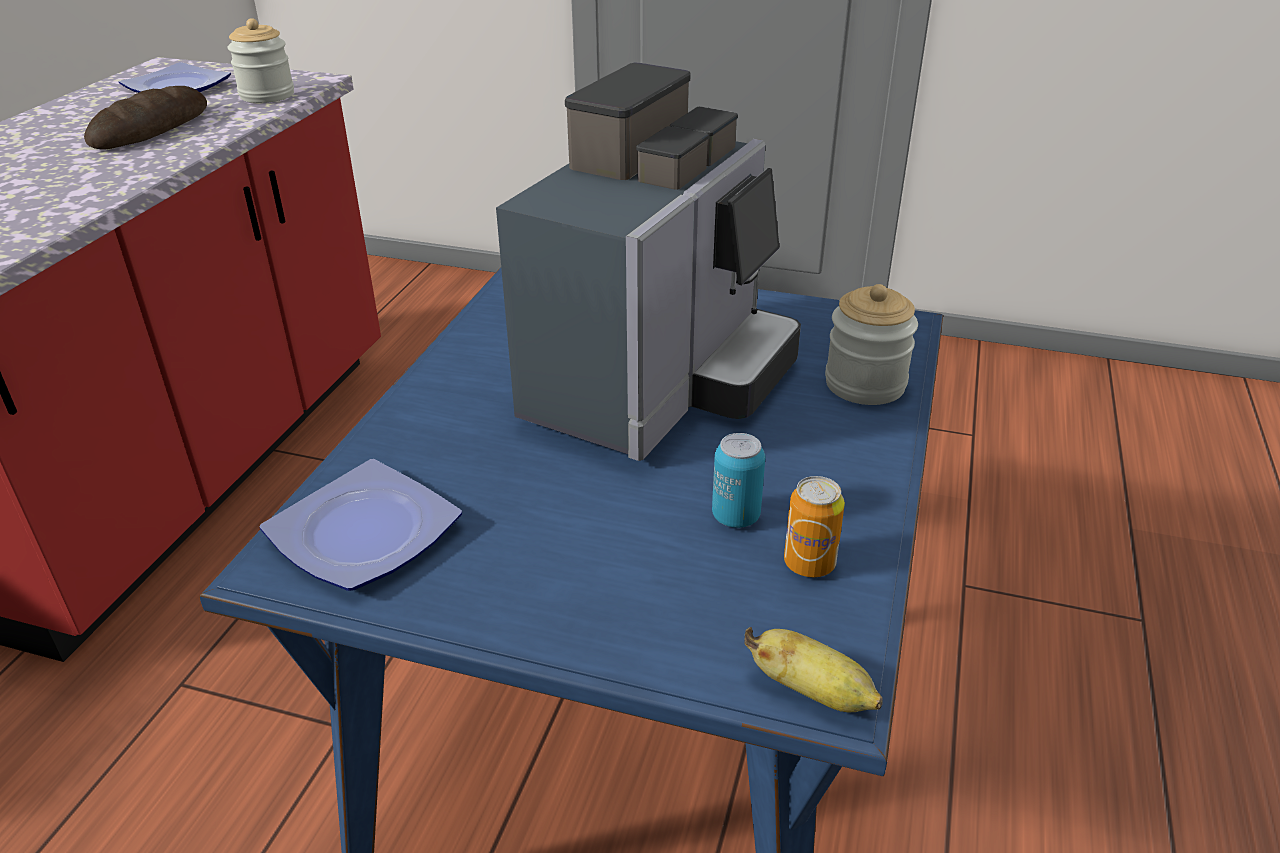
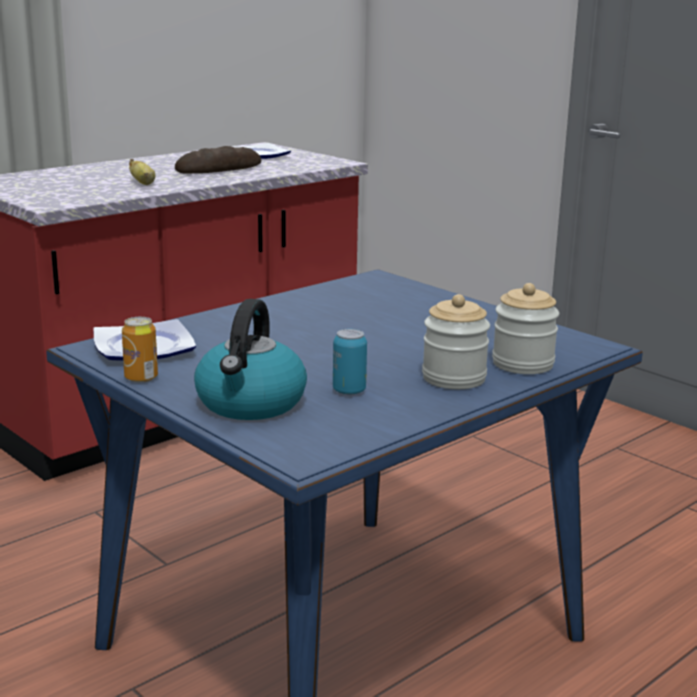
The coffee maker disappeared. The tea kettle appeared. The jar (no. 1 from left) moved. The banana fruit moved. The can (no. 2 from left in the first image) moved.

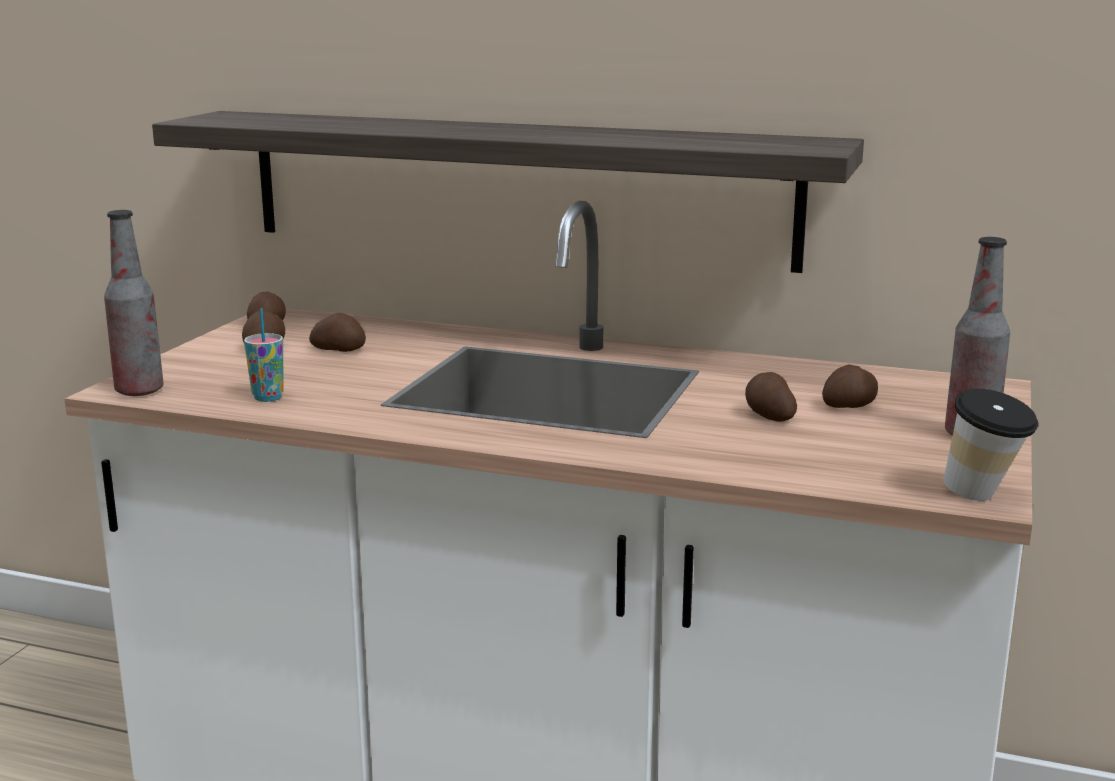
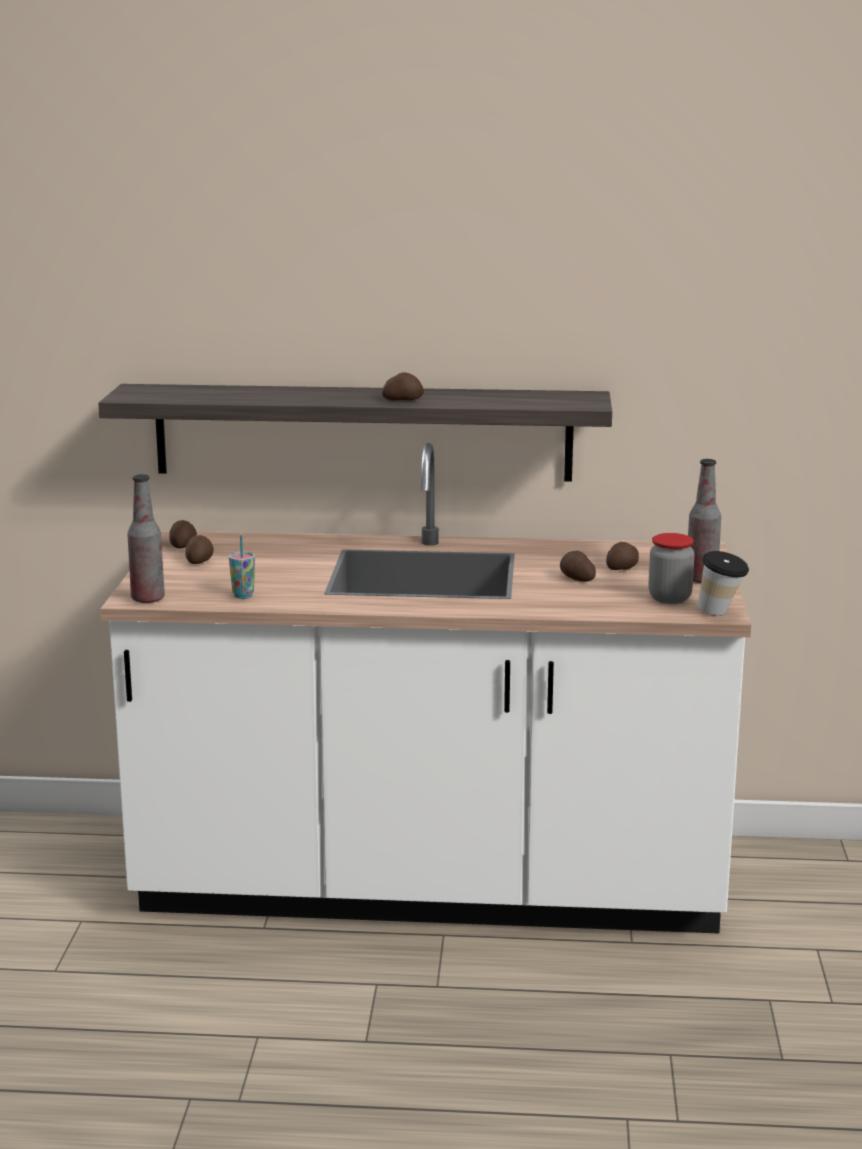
The jar appeared. The potato (no. 3 from left) moved.

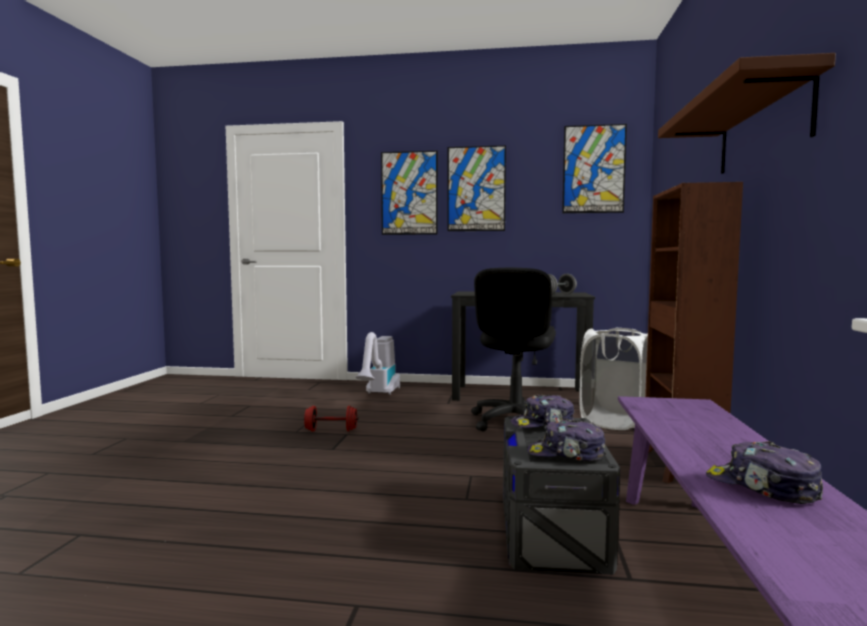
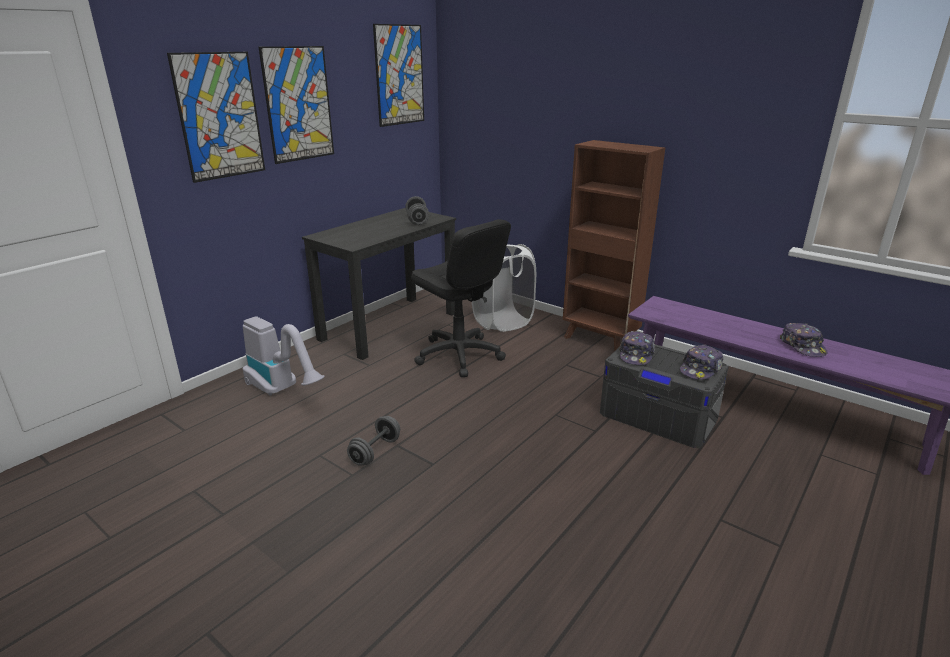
The brown-coloured bracket shelf disappeared. The red-coloured free weight became the gray free weight (no. 1 from left). The peaked cap (no. 3 from left) turned 90 degrees counterclockwise.

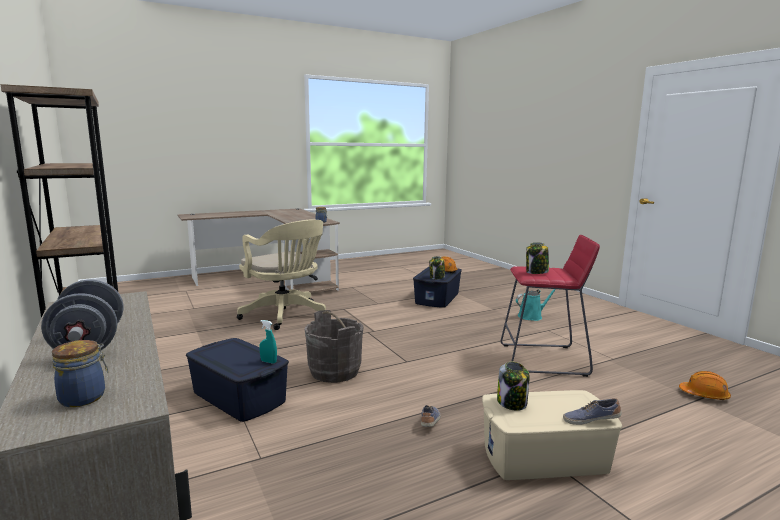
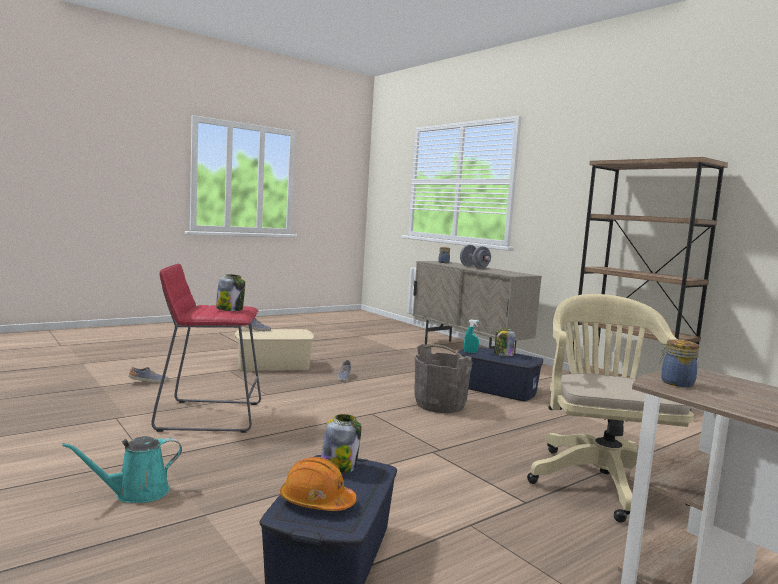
The orange-coloured work helmet (no. 2 from left) disappeared. The low shoe (no. 1 from left) appeared. The jar (no. 4 from left) moved. The sand-coloured computer chair turned 60 degrees clockwise.

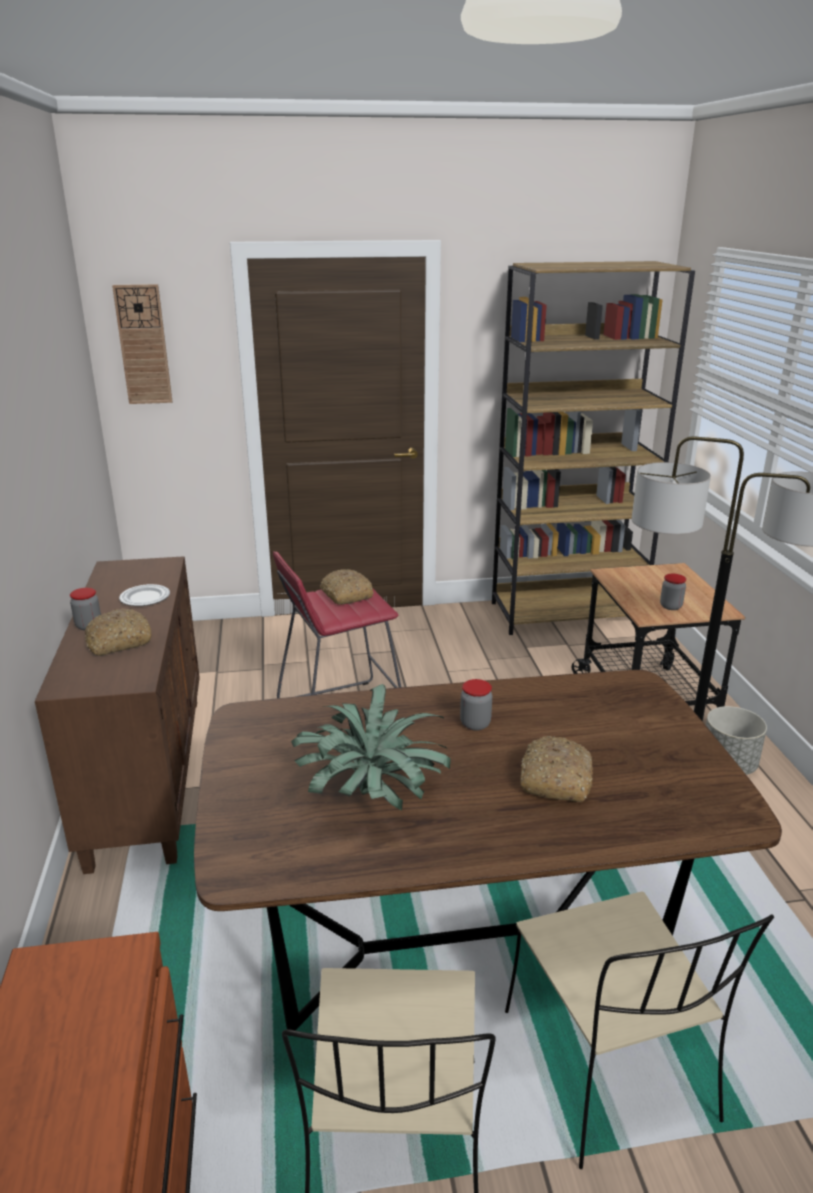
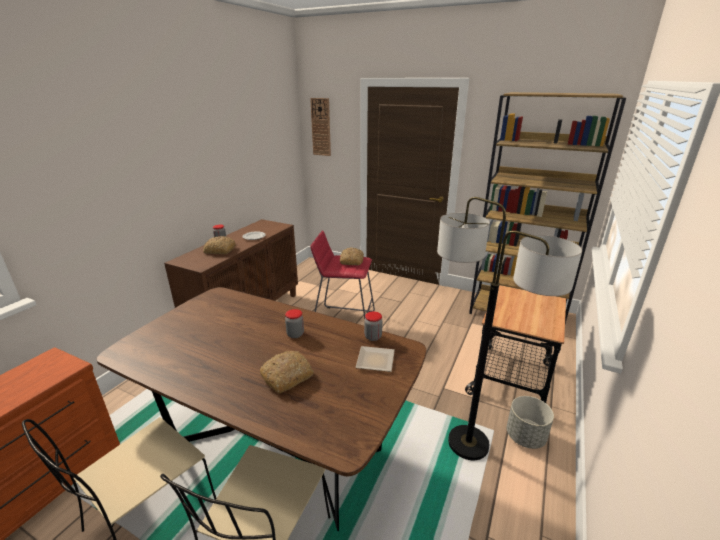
The plant in a pot disappeared. The flat dish (no. 2 from left) appeared. The jar (no. 3 from left) moved.

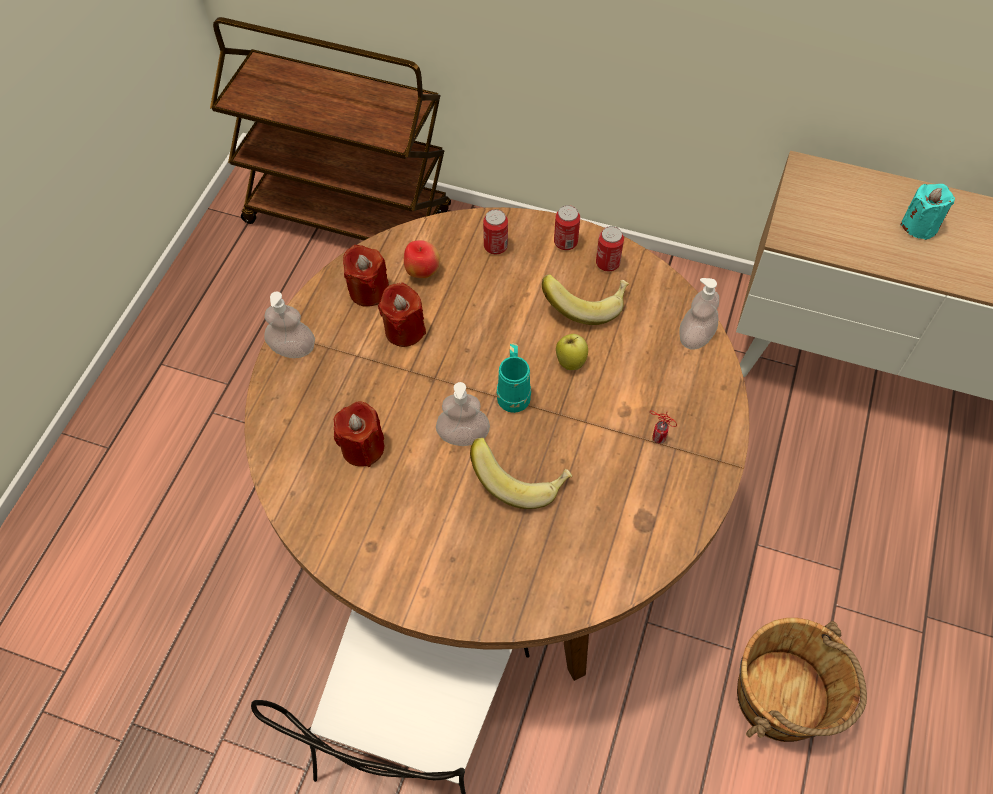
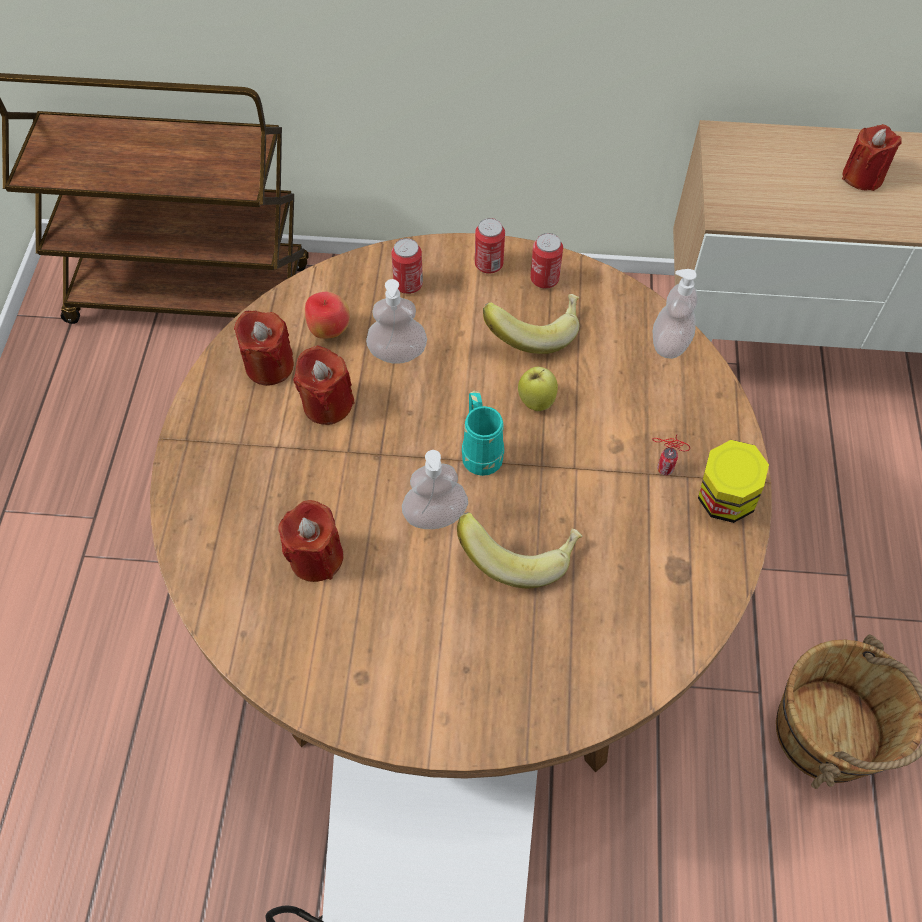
The jar appeared. The soap dispenser (no. 1 from left) moved. The turquoise wax candle became the red-coloured wax candle (no. 4 from left).

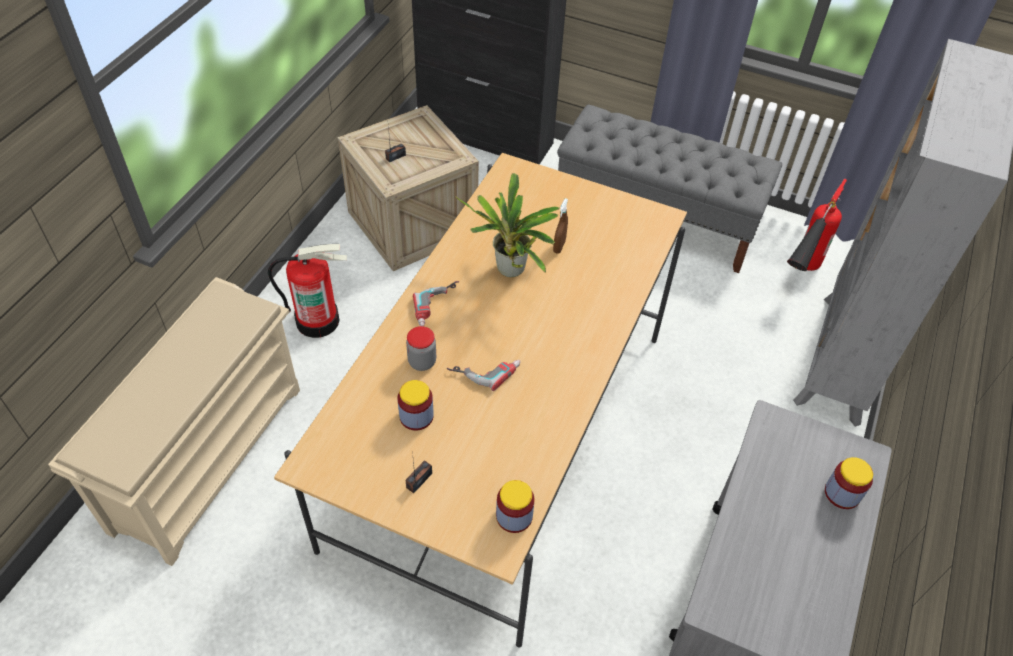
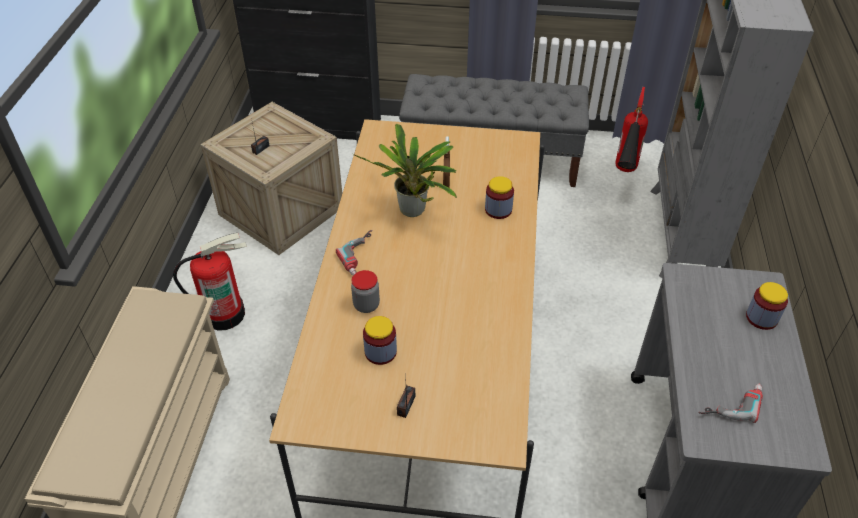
The drill (no. 2 from left) moved. The jar (no. 3 from left) moved.

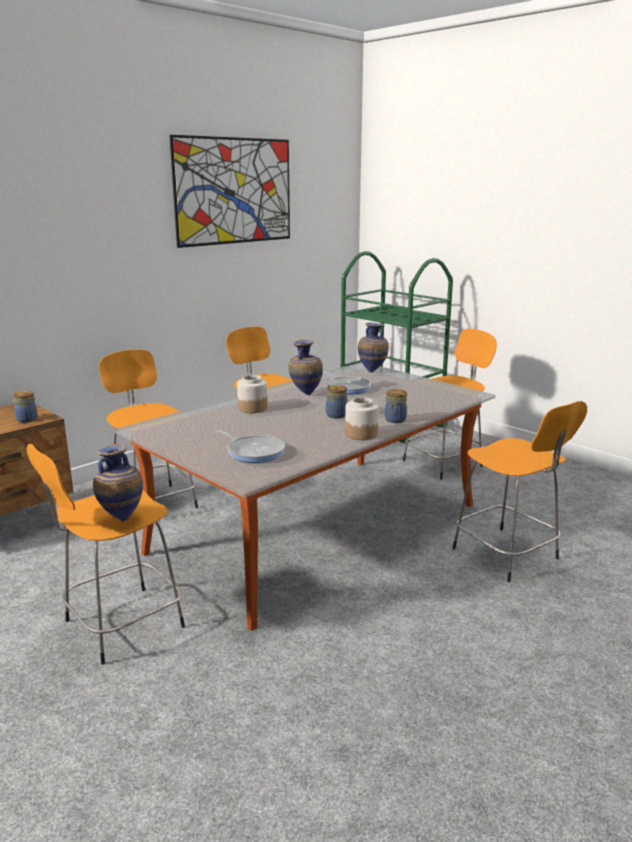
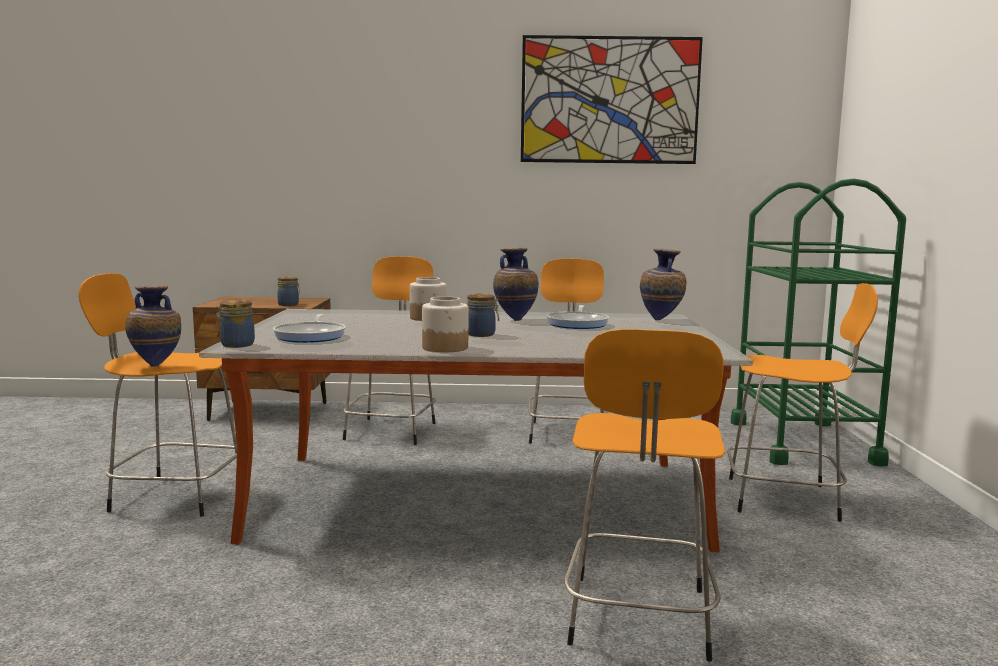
The jar (no. 5 from left in the first image) moved.

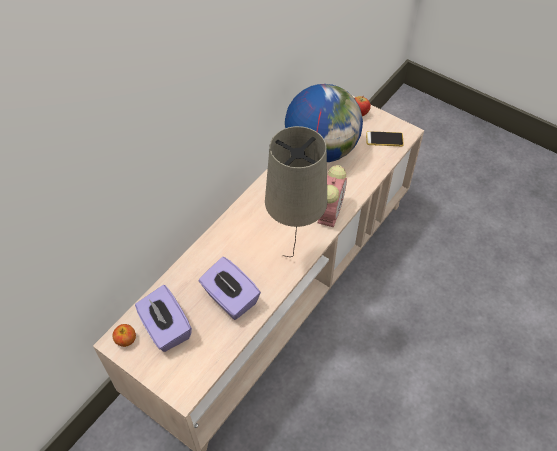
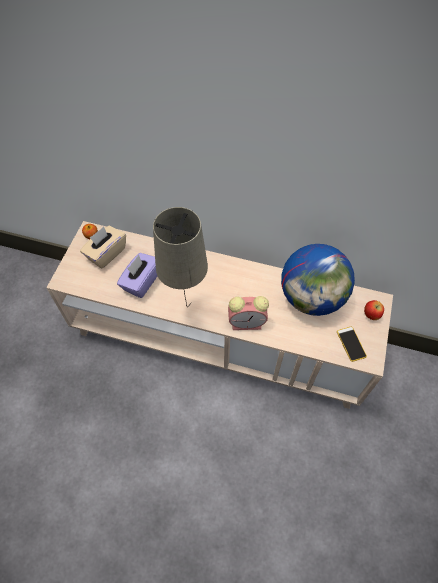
The purplish box of tissues (no. 1 from left) became the sand-coloured box of tissues.

